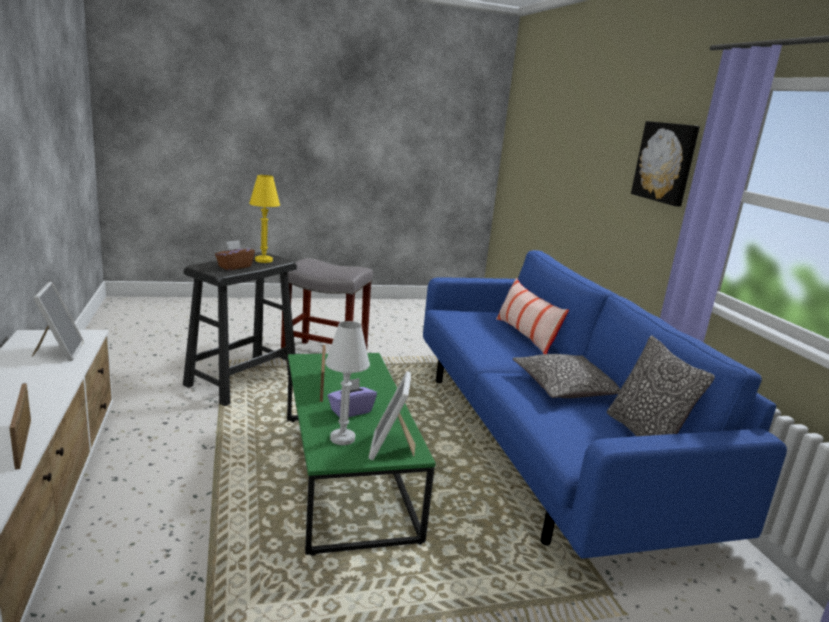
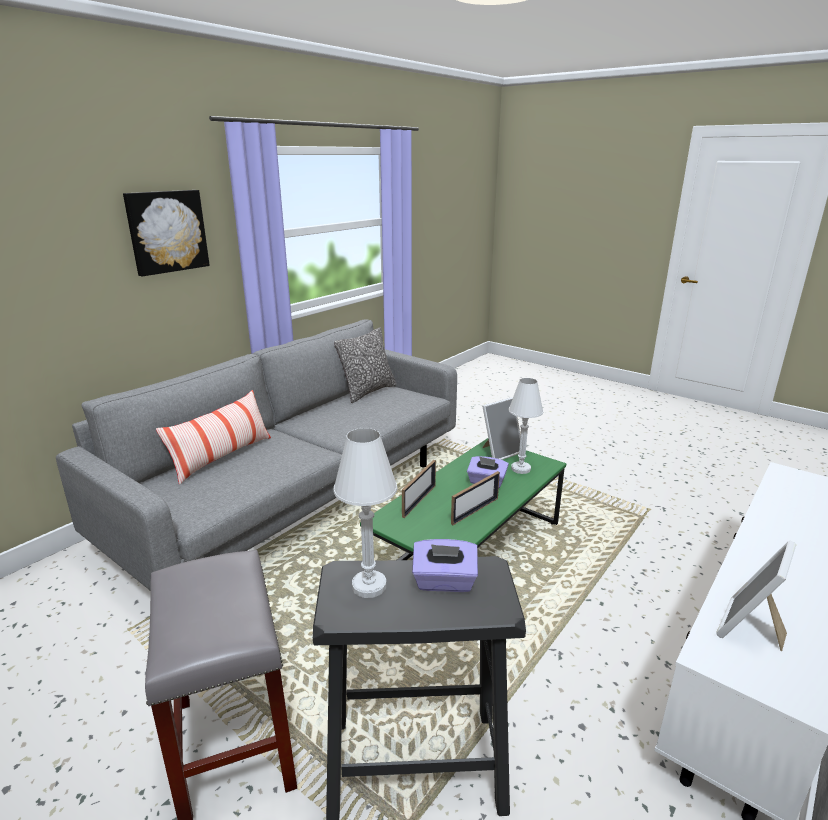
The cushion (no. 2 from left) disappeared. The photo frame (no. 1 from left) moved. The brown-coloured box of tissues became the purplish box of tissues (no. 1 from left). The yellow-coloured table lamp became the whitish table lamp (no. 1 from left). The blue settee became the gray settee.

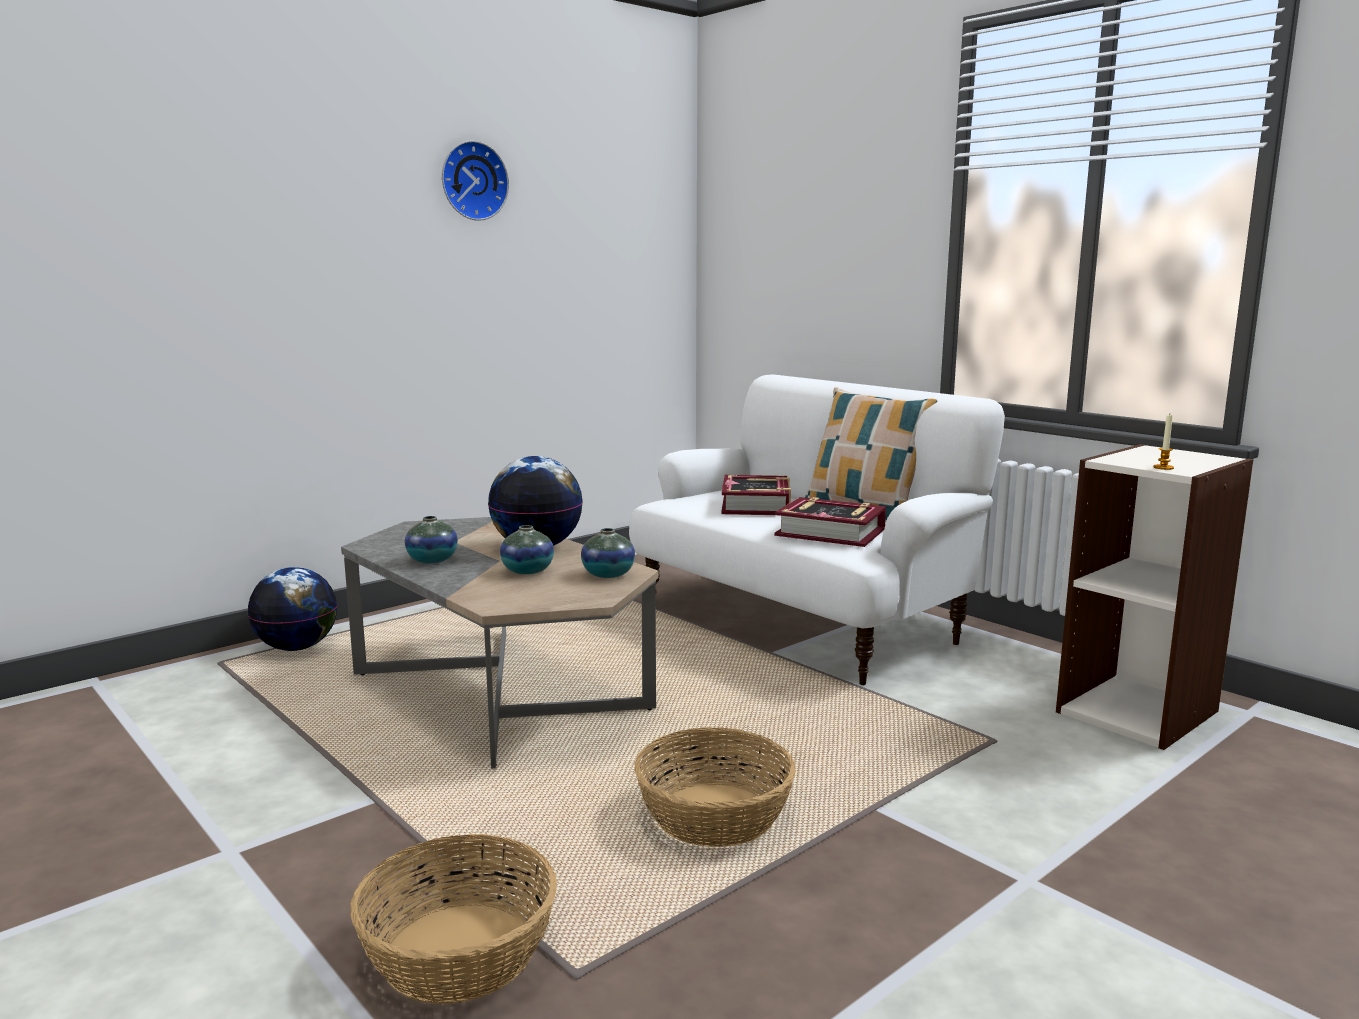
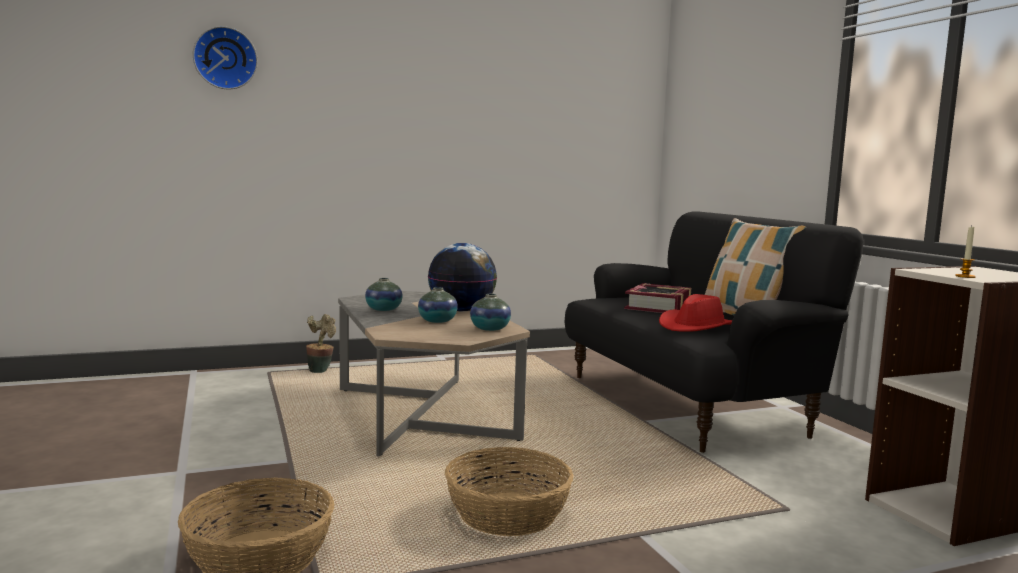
The hanging clock moved. The desk globe (no. 1 from left) was replaced by the plant in a pot. The volume (no. 2 from left) was replaced by the red-coloured wearable hat. The whitish settee became the blackish settee.

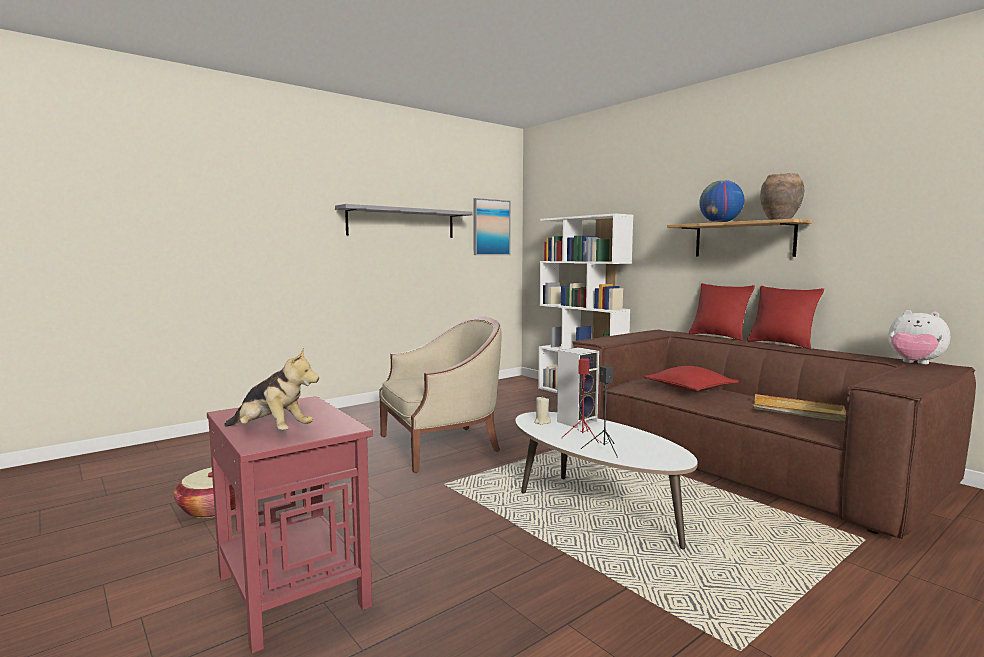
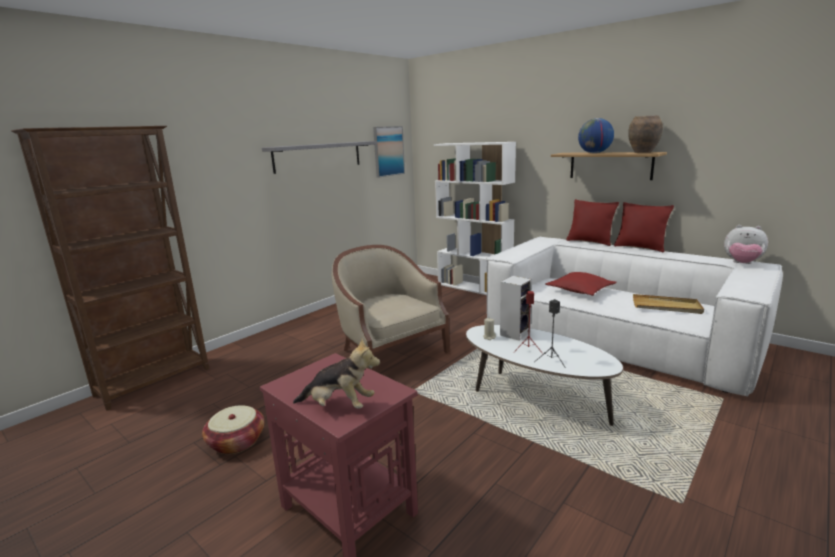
The brown-coloured shelving unit appeared. The brown-coloured settee became the whitish settee. The sand-coloured lounge chair turned 90 degrees counterclockwise.

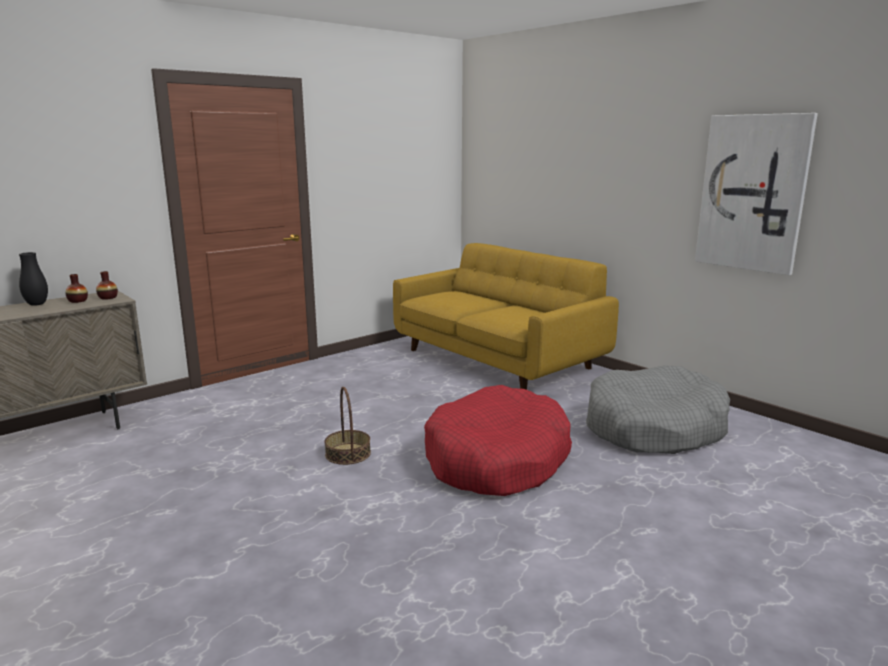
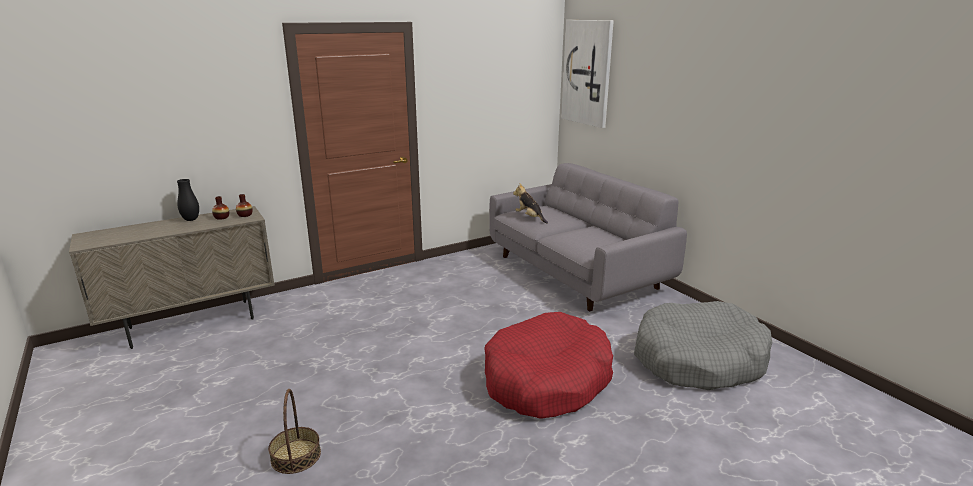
The plush toy appeared. The storage basket moved. The wall picture moved. The yellow-coloured settee became the gray settee.

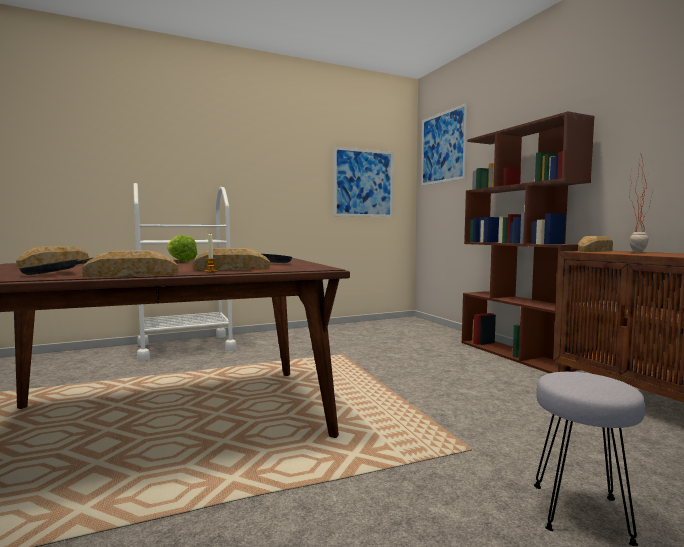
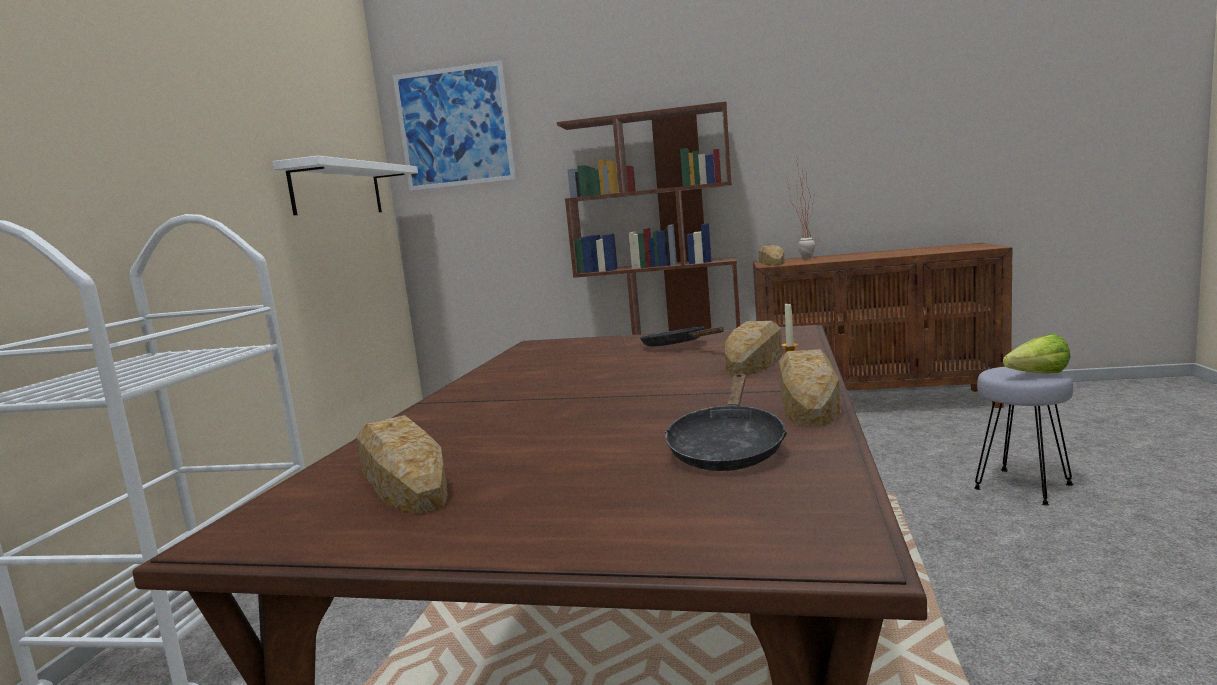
The lettuce moved. The wall picture (no. 1 from left) was replaced by the whitish bracket shelf.

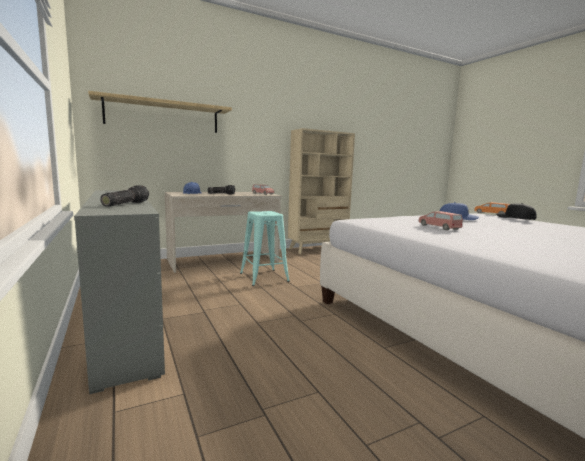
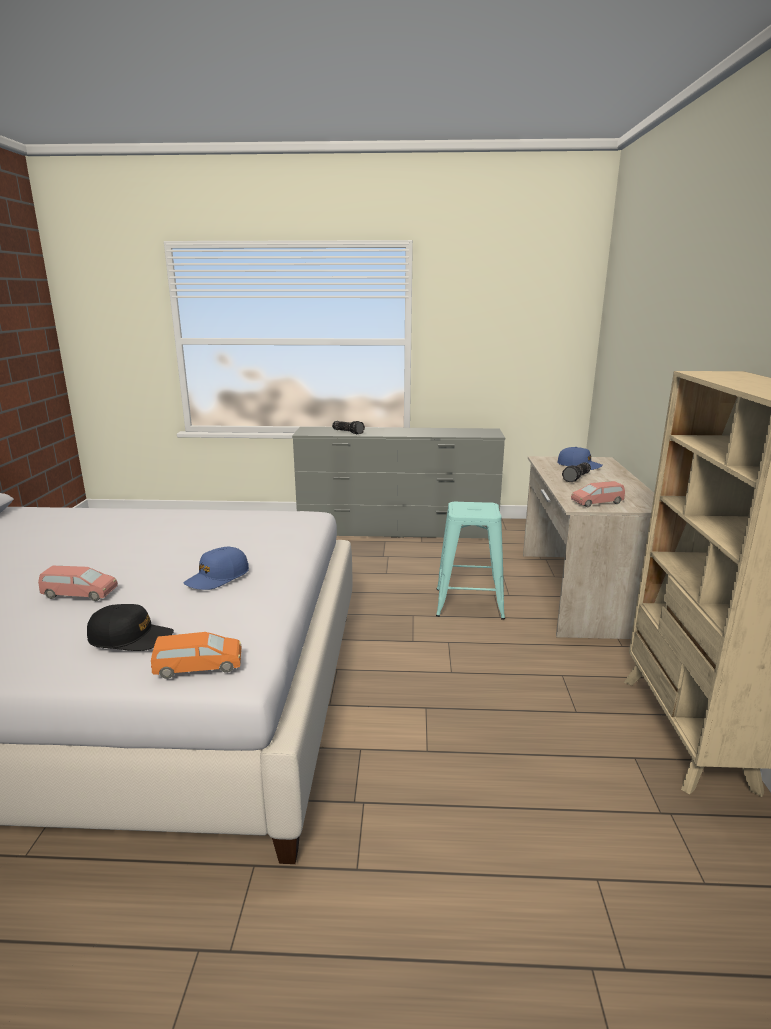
The bracket shelf disappeared. The pink-coloured miniature car (no. 2 from left in the first image) moved.

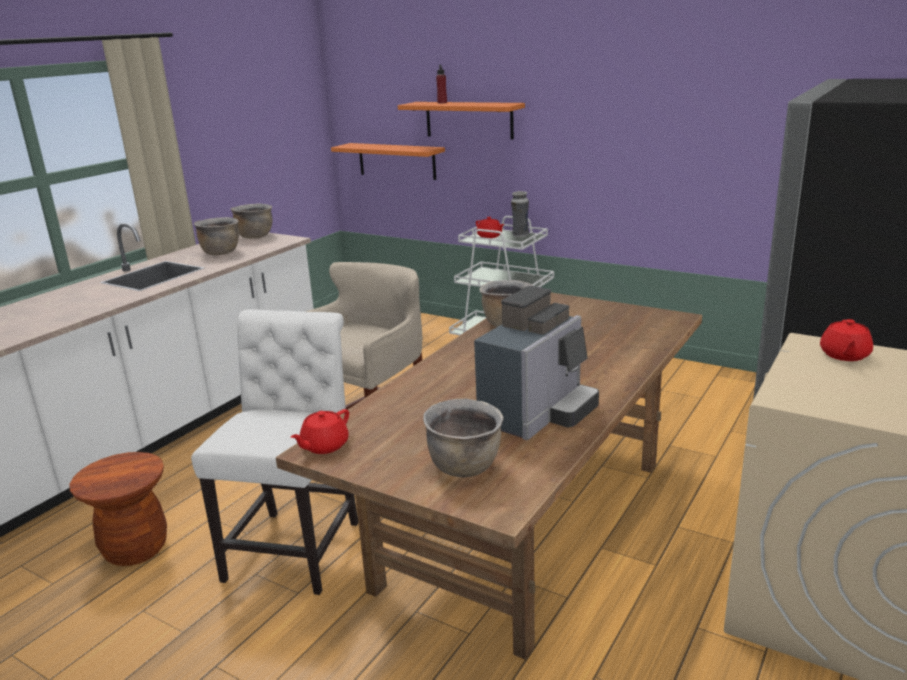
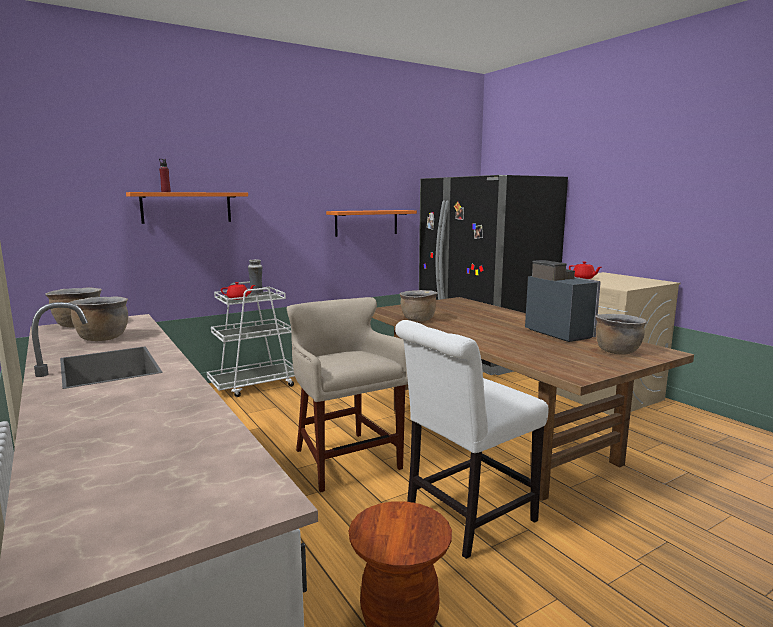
The red-coloured tea pot (no. 1 from left) disappeared. The orange-coloured bracket shelf (no. 1 from left in the first image) moved. The whitish chair turned 75 degrees counterclockwise.

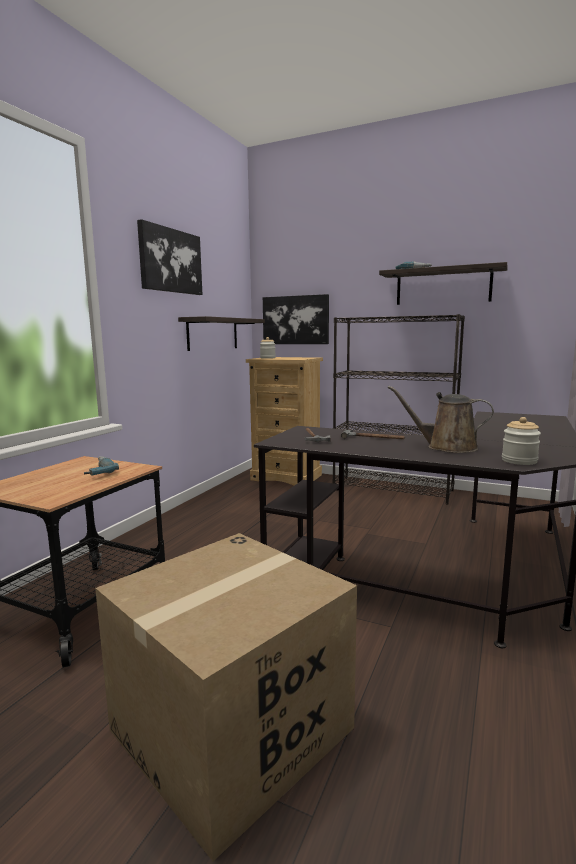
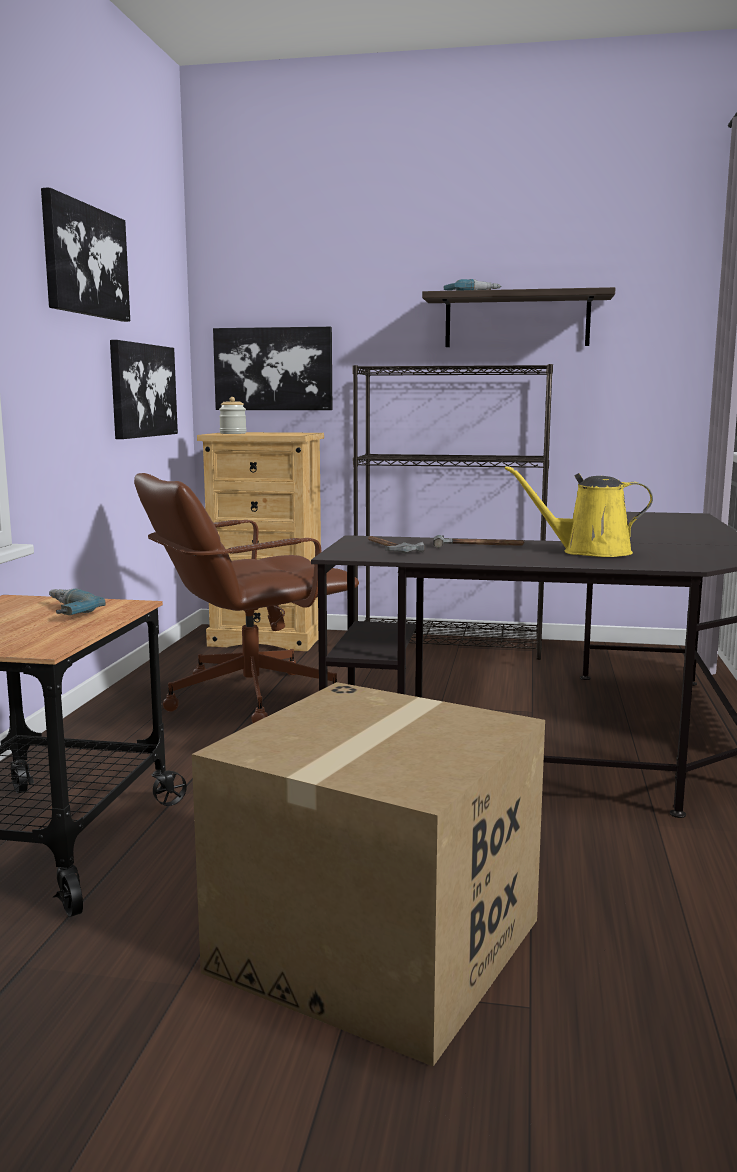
The jar (no. 2 from left) disappeared. The brown-coloured computer chair appeared. The bracket shelf (no. 1 from left) was replaced by the wall picture (no. 2 from left). The brown-coloured sprinkling can became the yellow-coloured sprinkling can.

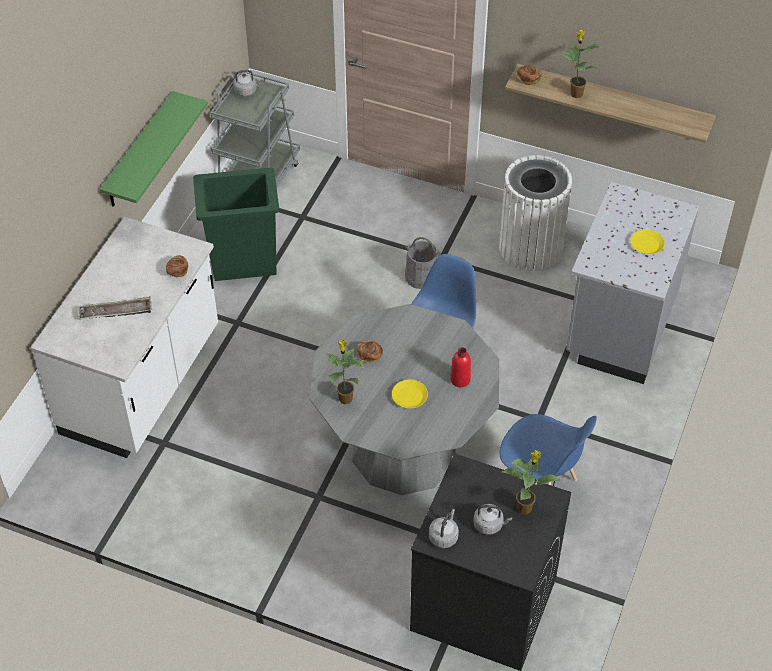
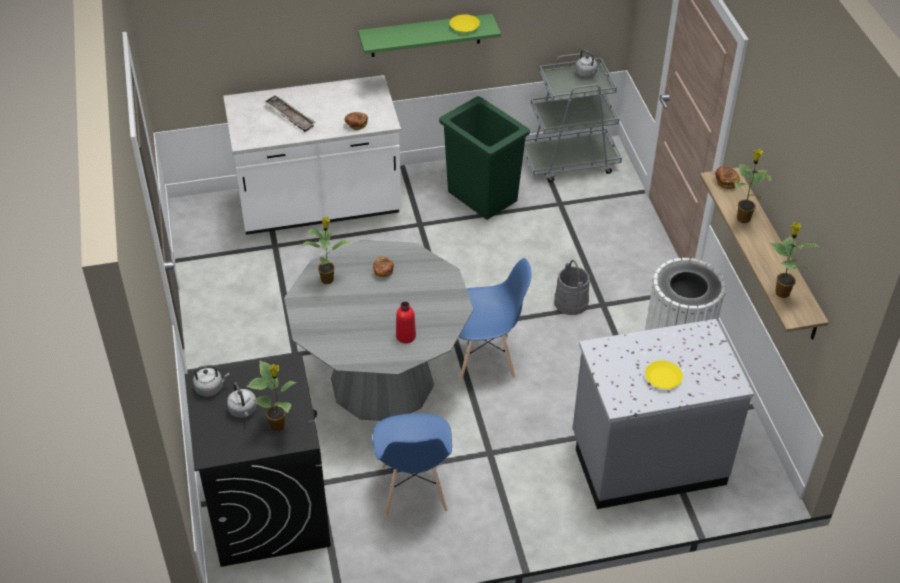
The plant in a pot (no. 4 from left) appeared. The yellow-coloured flat dish (no. 1 from left) moved.

